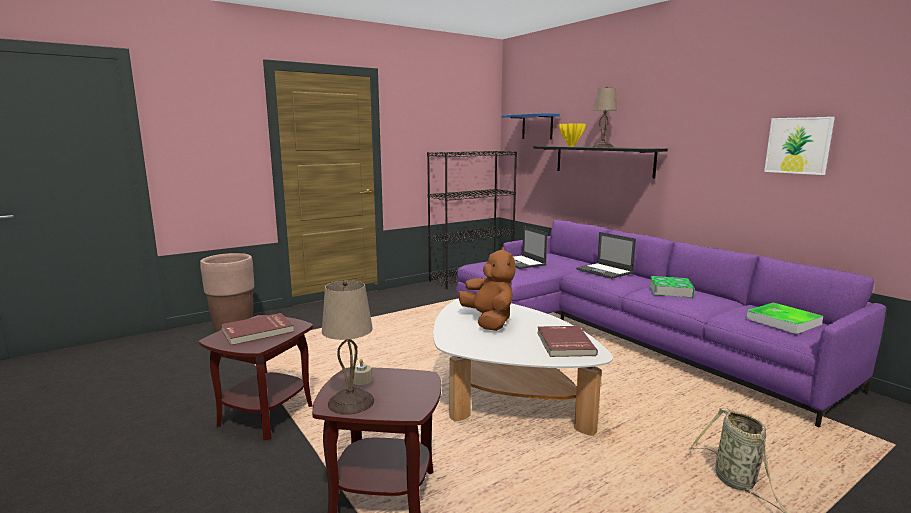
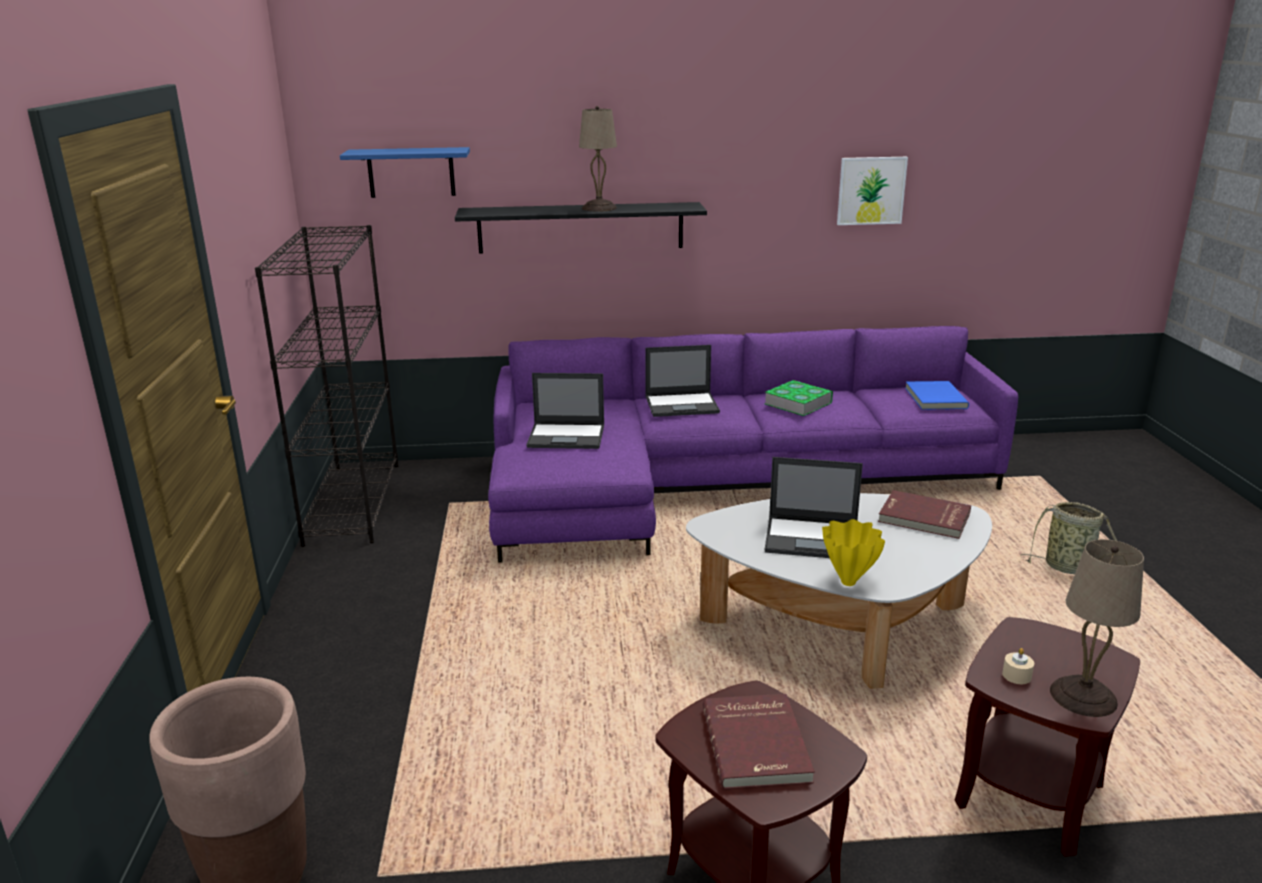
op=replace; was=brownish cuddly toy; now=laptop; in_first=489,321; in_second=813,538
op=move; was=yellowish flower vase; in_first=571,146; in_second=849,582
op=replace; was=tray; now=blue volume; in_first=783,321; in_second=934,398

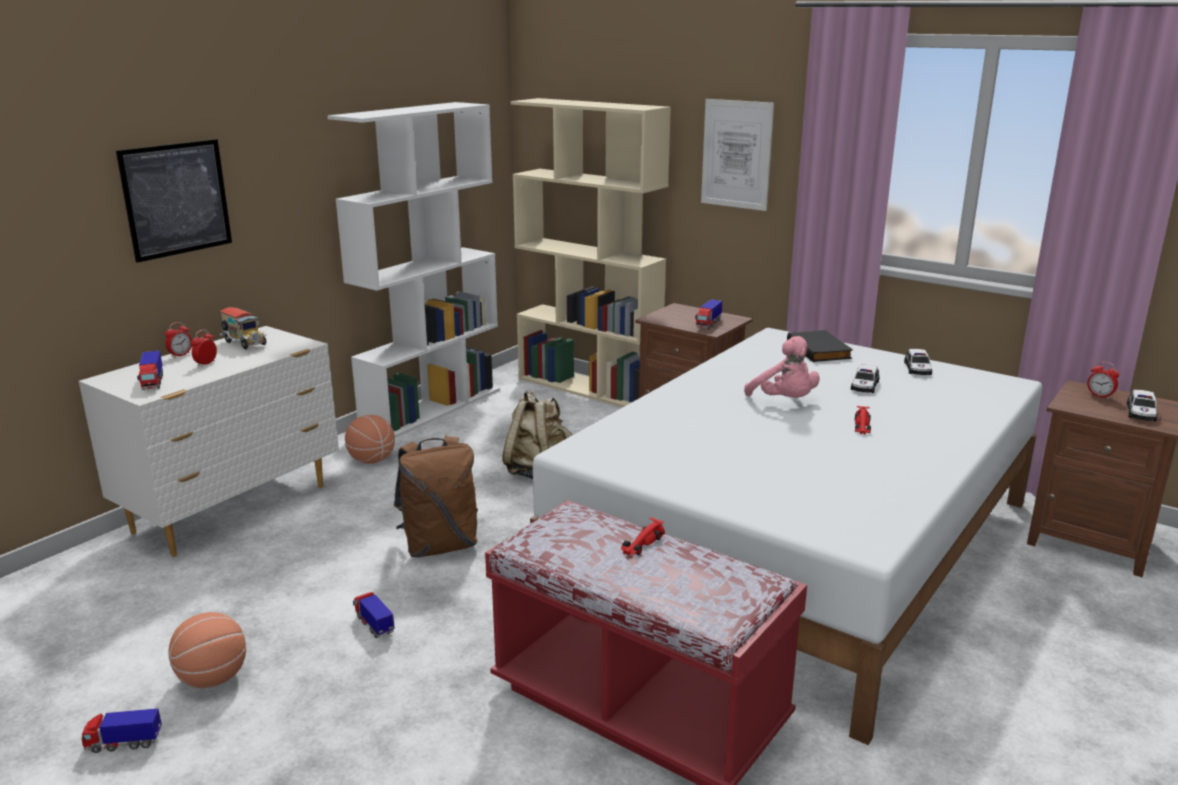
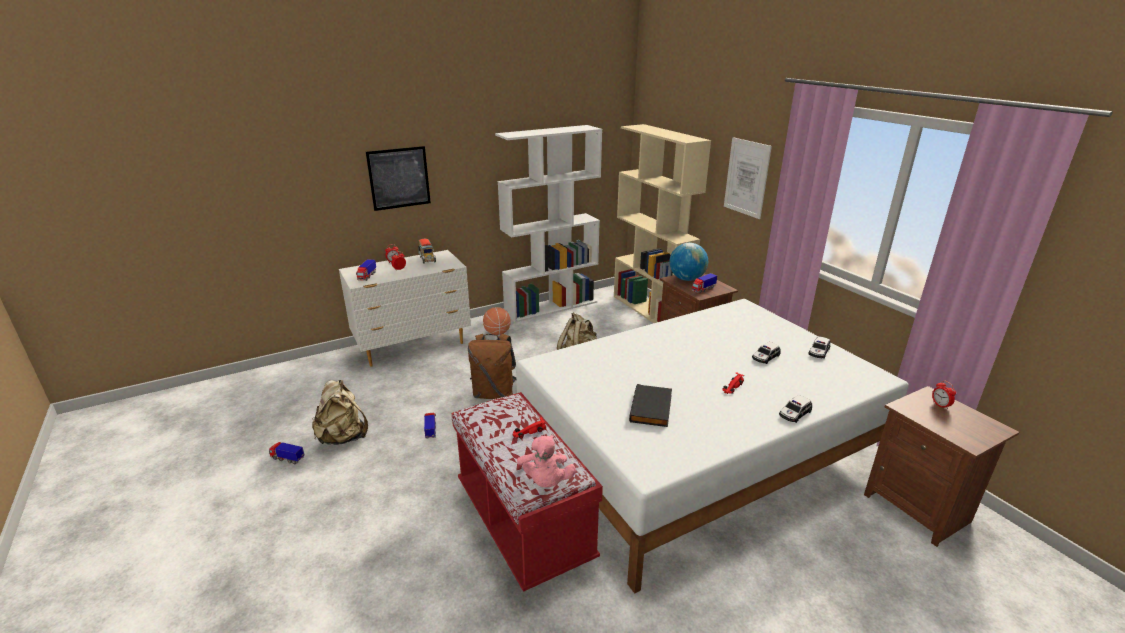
op=replace; was=basketball; now=beige-coloured backpack; in_first=213,678; in_second=343,437
op=move; was=pink-coloured cuddly toy; in_first=784,401; in_second=546,481
op=move; was=blackish volume; in_first=820,350; in_second=652,409
op=move; was=miniature car; in_first=1141,413; in_second=794,413
op=insert; now=globe; in_second=687,279

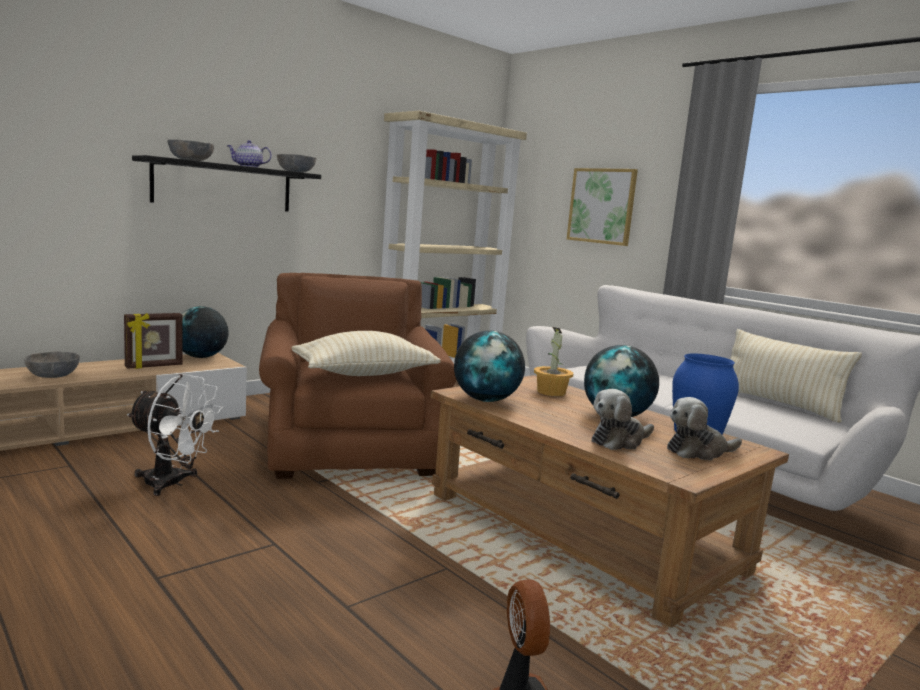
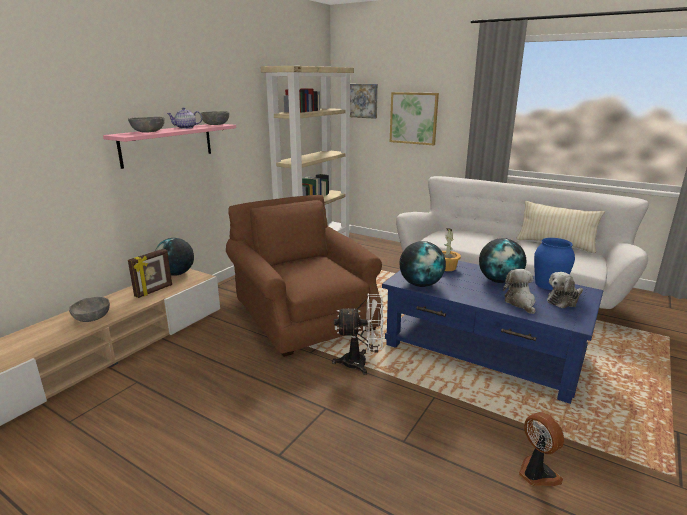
op=move; was=white fan; in_first=172,484; in_second=361,363
op=recolor; was=blackish shelf; now=pink-coloured shelf; in_first=223,186; in_second=167,144
op=delete; was=beige-coloured throw pillow; in_first=364,374
op=recolor; was=brownish low table; now=blue low table; in_first=581,532; in_second=483,350
op=rotate; was=cuddly toy; in_first=619,441; in_second=520,302; clockwise=135
op=insert; now=picture; in_second=363,100

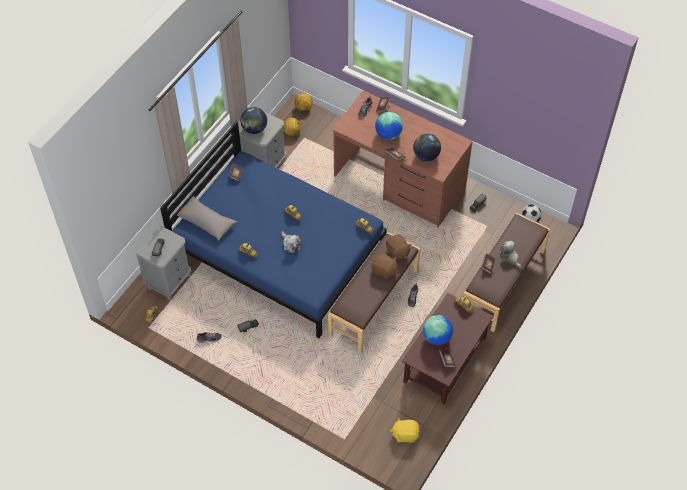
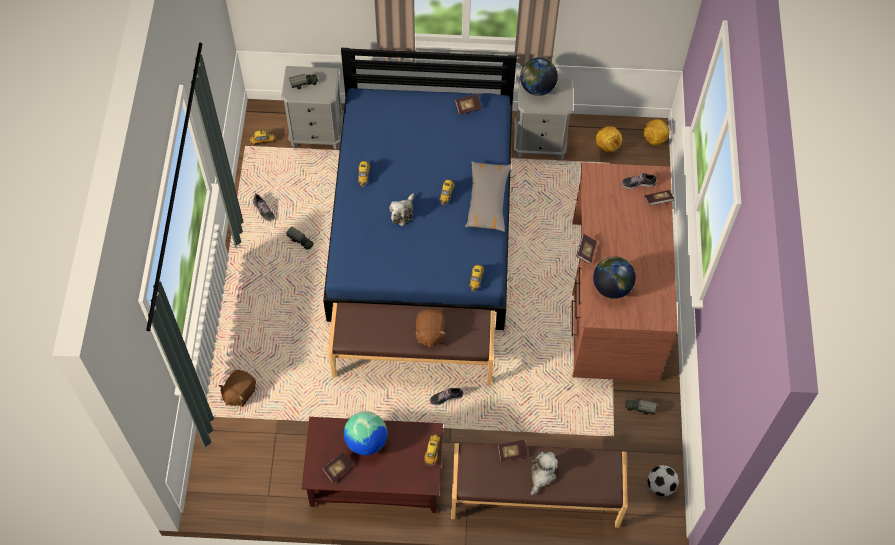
op=move; was=gray throw pillow; in_first=206,221; in_second=487,200
op=delete; was=globe; in_first=388,135
op=move; was=brownish cuddly toy; in_first=397,252; in_second=239,393
op=delete; was=yellowish cuddly toy; in_first=405,434

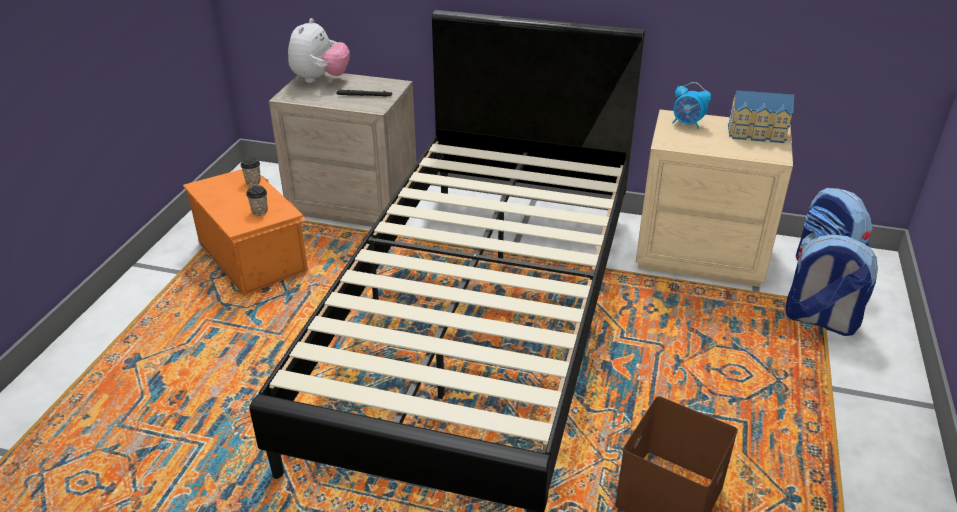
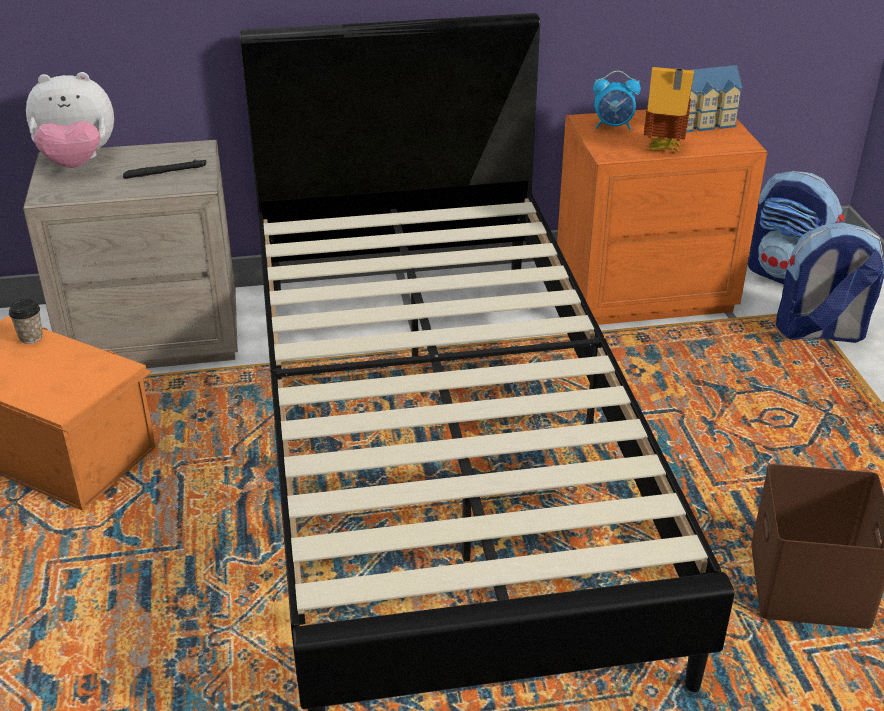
op=delete; was=drinking cup; in_first=259,211
op=rotate; was=cuddly toy; in_first=320,79; in_second=77,162; clockwise=90
op=recolor; was=beige-coloured bedside table; now=orange-coloured bedside table; in_first=700,254; in_second=643,290
op=insert; now=miniature house; in_second=664,149

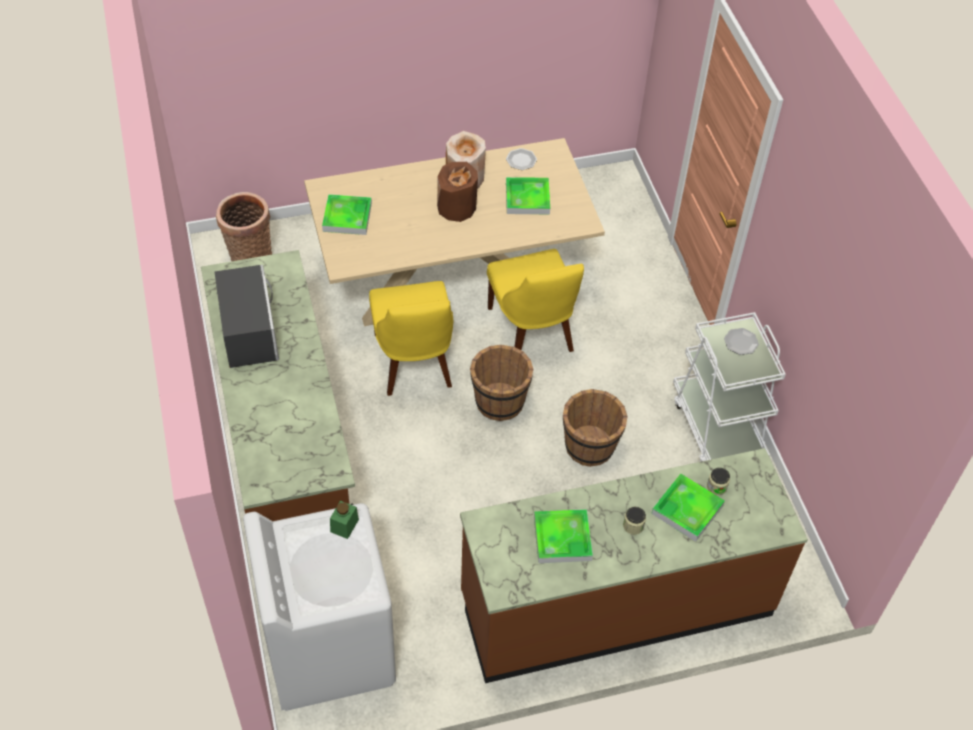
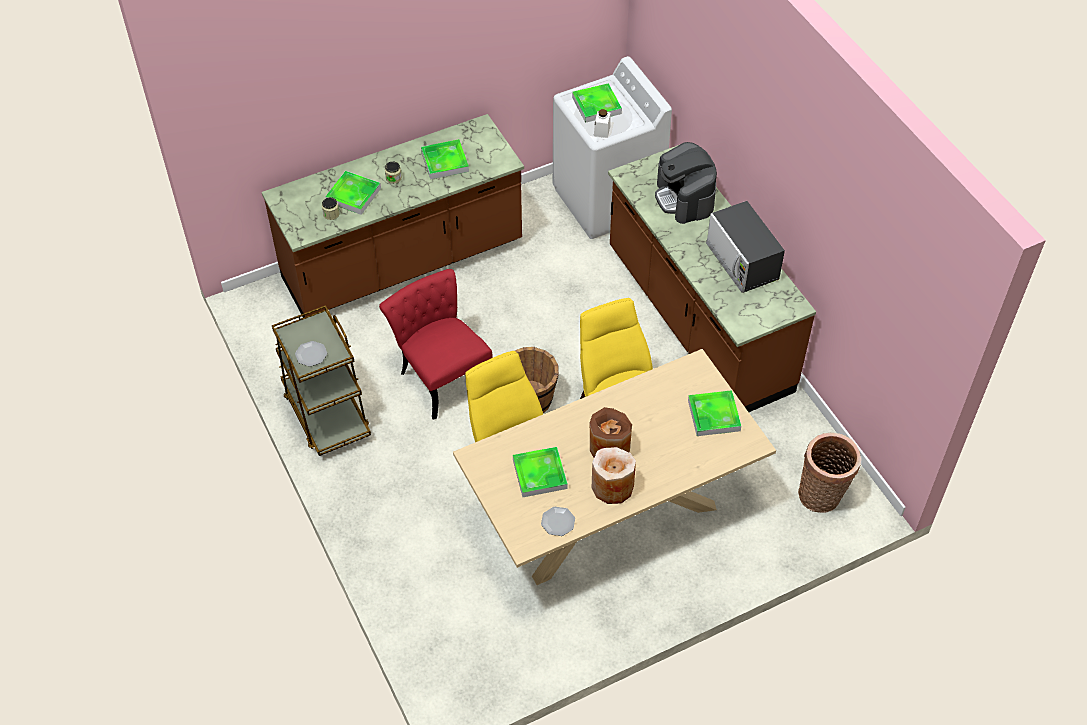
op=recolor; was=greenish preserve jar; now=white preserve jar; in_first=344,525; in_second=602,130
op=replace; was=brownish water bucket; now=red upright chair; in_first=590,447; in_second=441,375
op=recolor; was=white wheeled cart; now=brownish wheeled cart; in_first=717,427; in_second=326,414
op=insert; now=tray; in_second=596,105
op=insert; now=coffee machine; in_second=685,198

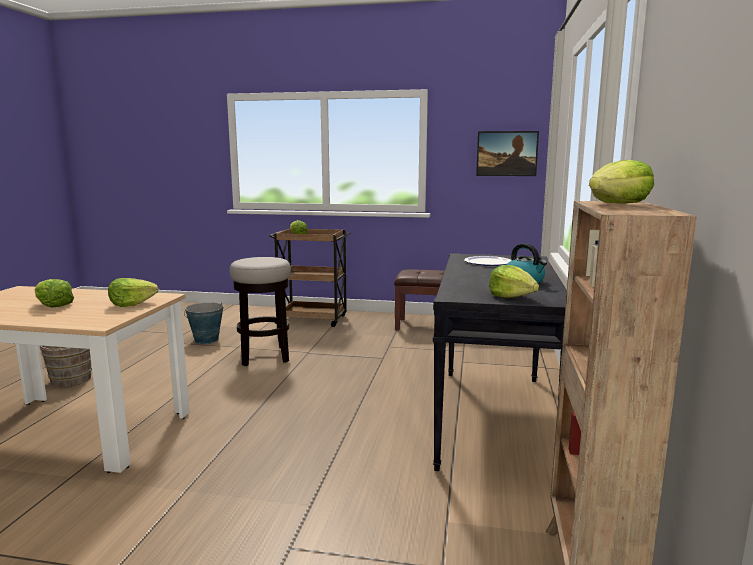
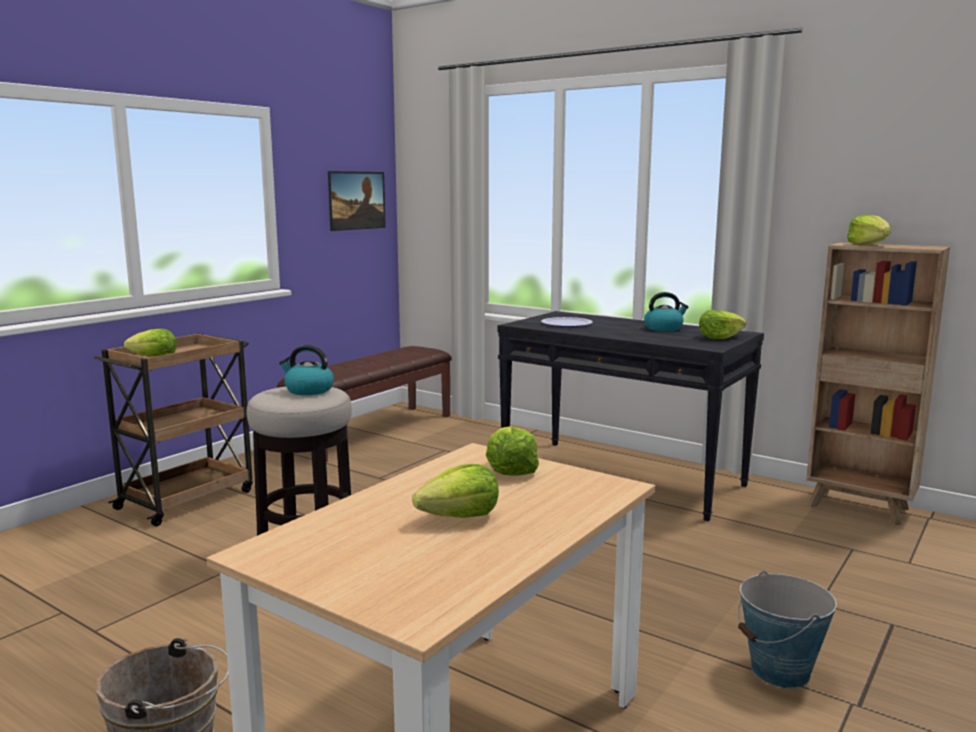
op=move; was=water bucket; in_first=206,340; in_second=780,671
op=insert; now=tea kettle; in_second=308,390

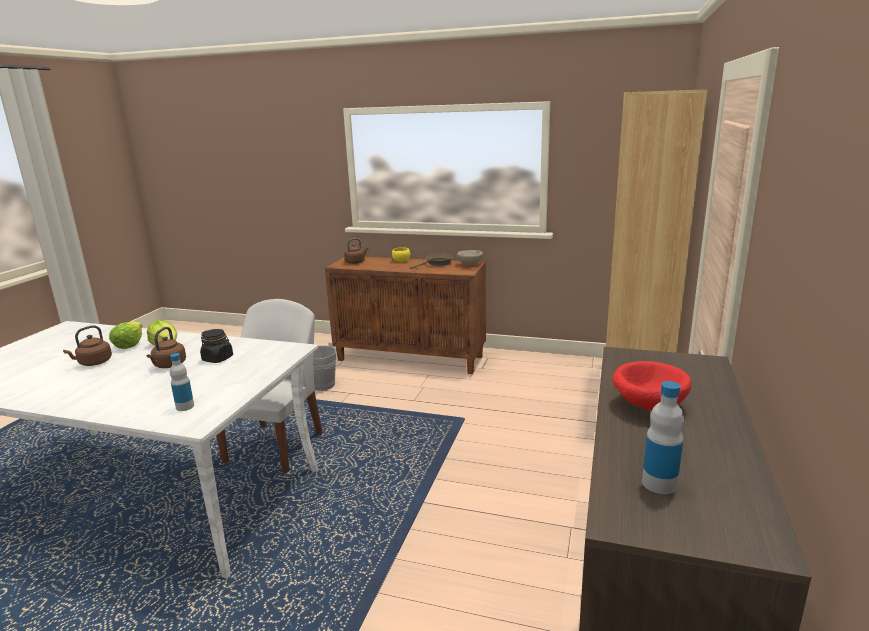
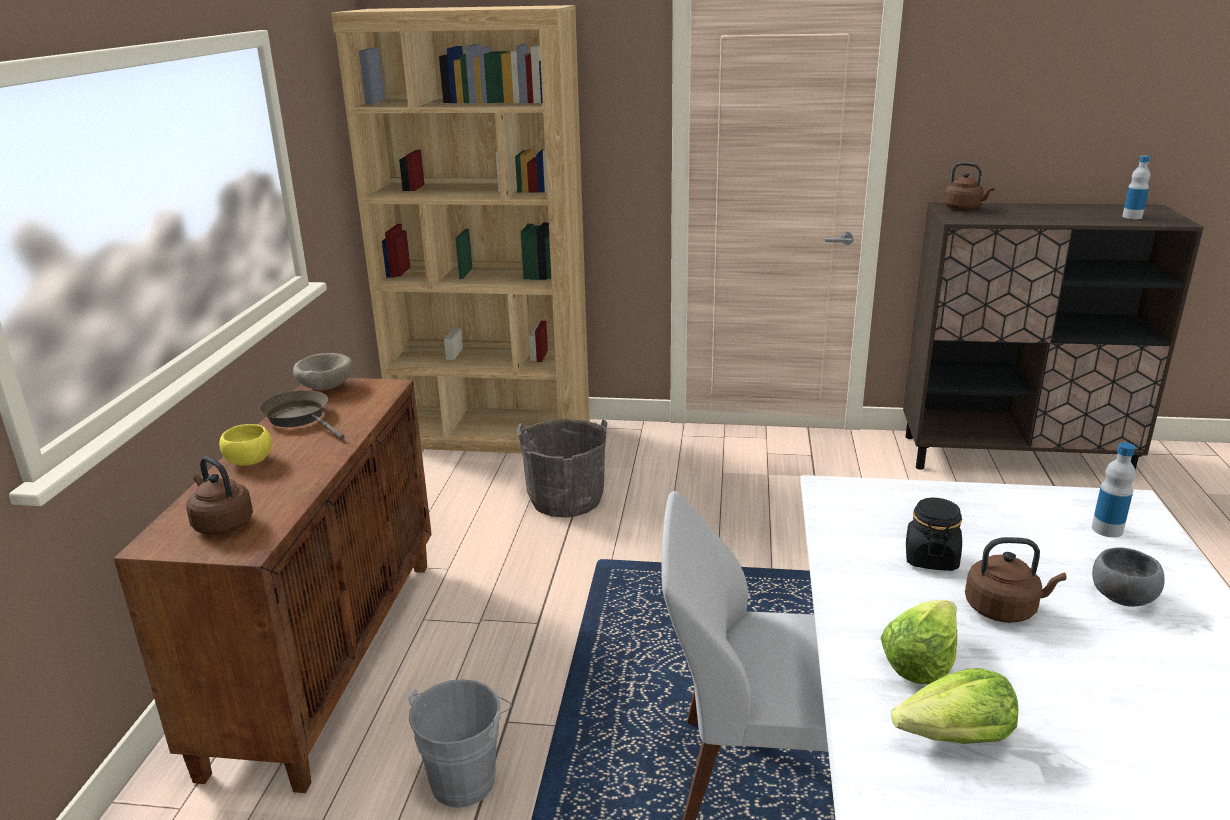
op=move; was=brownish tea kettle; in_first=93,363; in_second=964,208
op=delete; was=red serving bowl; in_first=647,405
op=insert; now=gray water bucket; in_second=566,499
op=insert; now=gray serving bowl; in_second=1120,596

